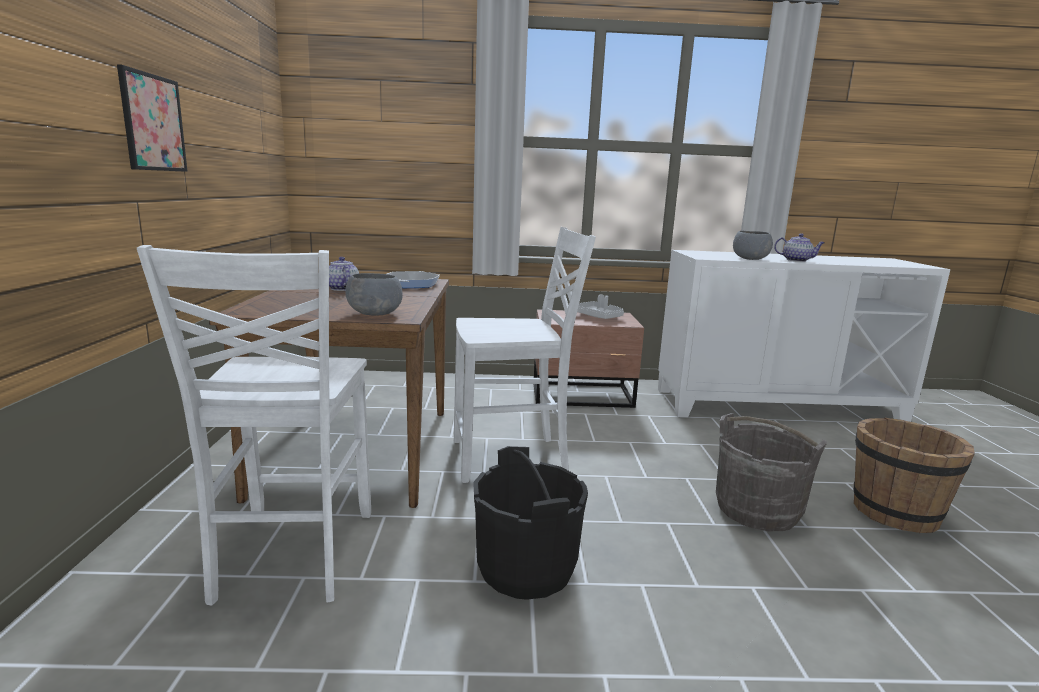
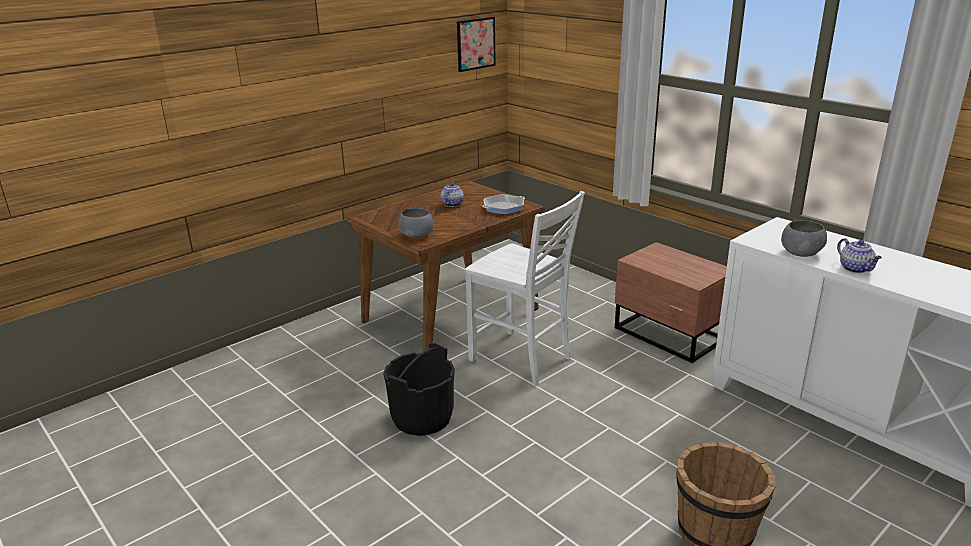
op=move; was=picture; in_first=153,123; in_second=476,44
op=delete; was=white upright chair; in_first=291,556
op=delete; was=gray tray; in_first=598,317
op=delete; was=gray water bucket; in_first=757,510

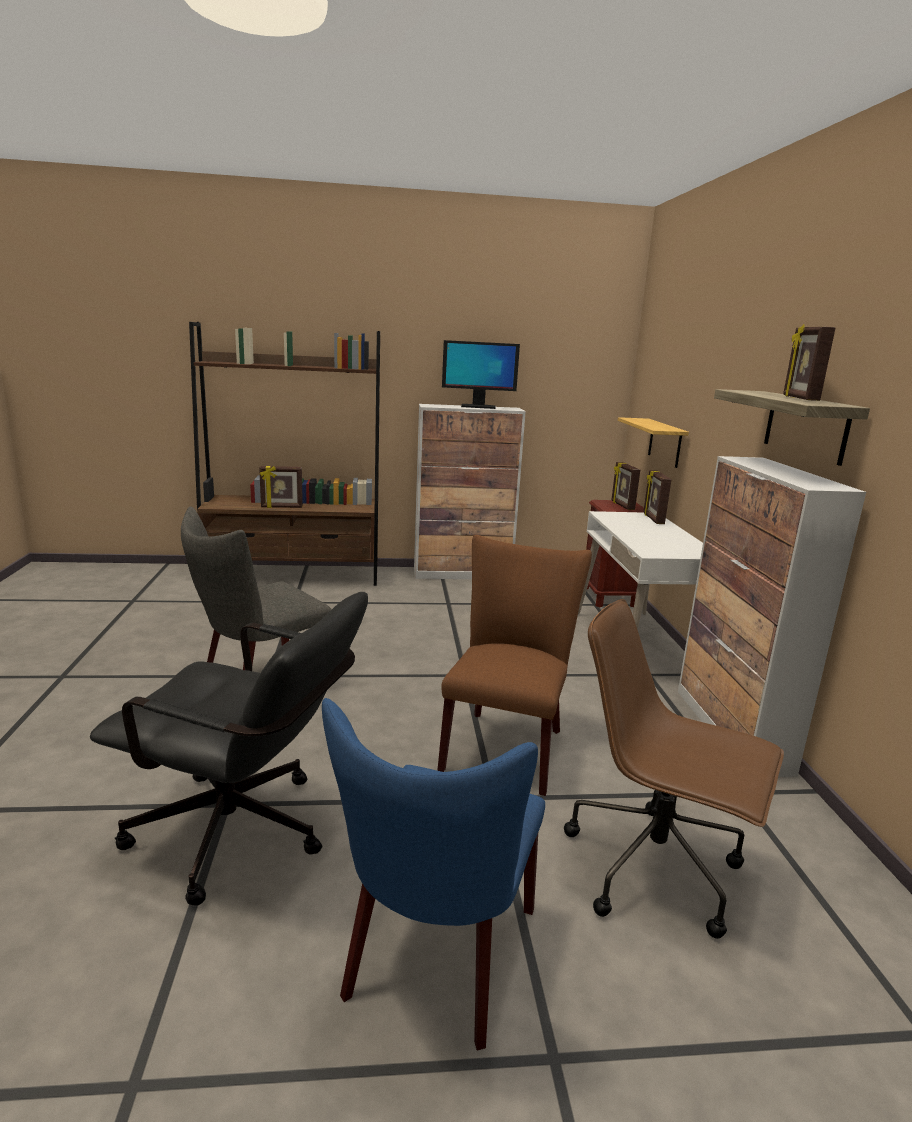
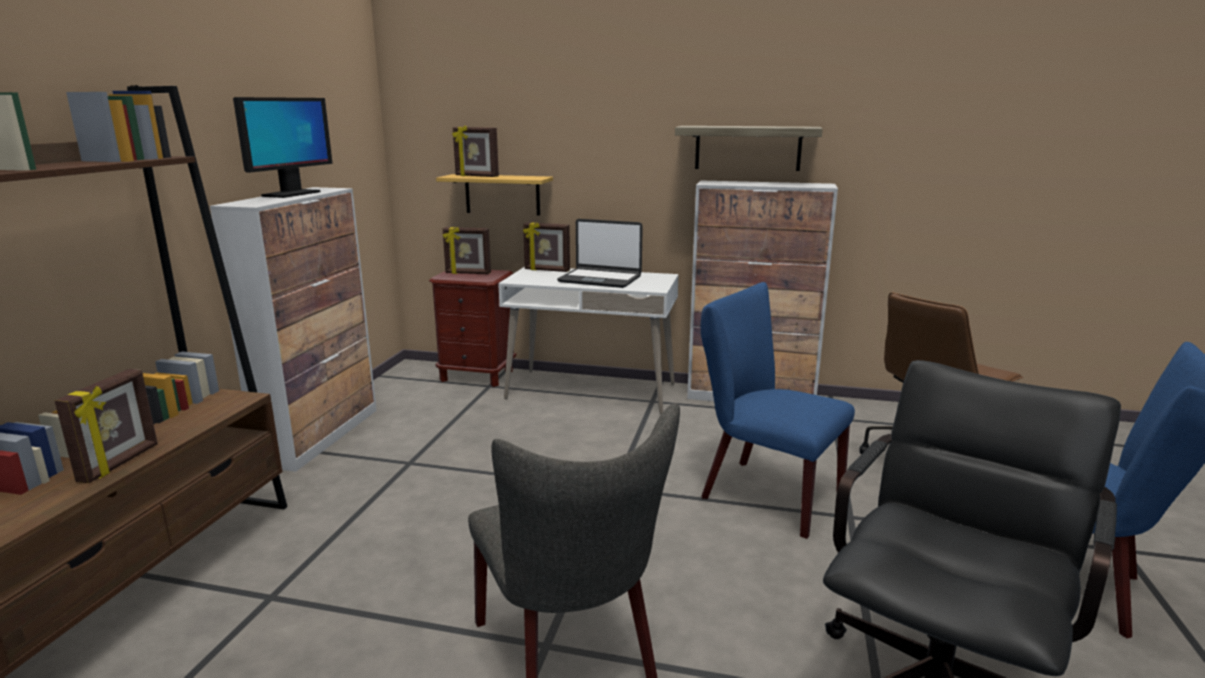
op=recolor; was=brownish upright chair; now=blue upright chair; in_first=506,745; in_second=763,493
op=move; was=standing frame; in_first=799,398; in_second=476,176
op=insert; now=laptop; in_second=600,279

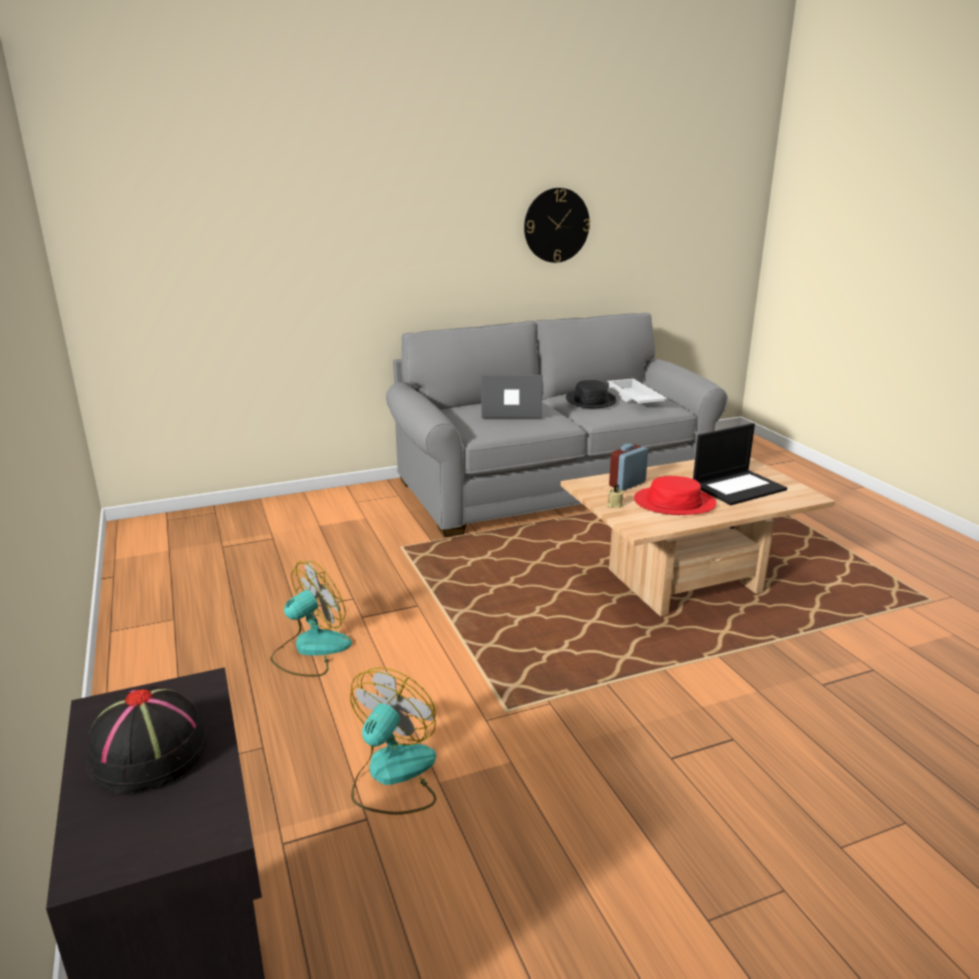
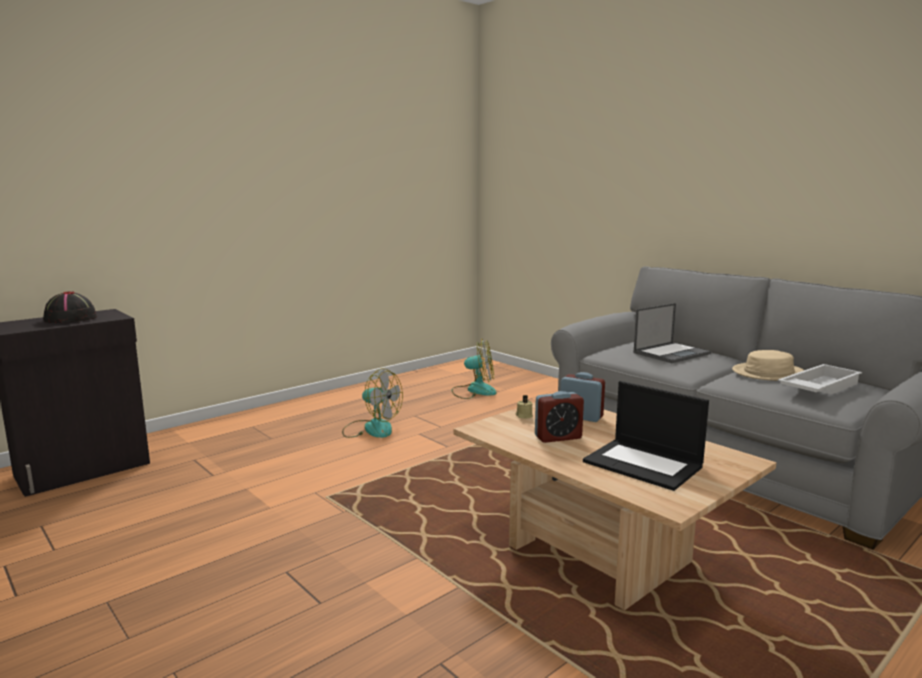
op=move; was=fan; in_first=393,775; in_second=474,390
op=rotate; was=laptop; in_first=509,411; in_second=672,353; clockwise=75
op=delete; was=wall clock; in_first=556,225
op=recolor; was=blackish clothing hat; now=beige-coloured clothing hat; in_first=591,400; in_second=769,373
op=replace; was=red clothing hat; now=bedside clock; in_first=674,502; in_second=558,437

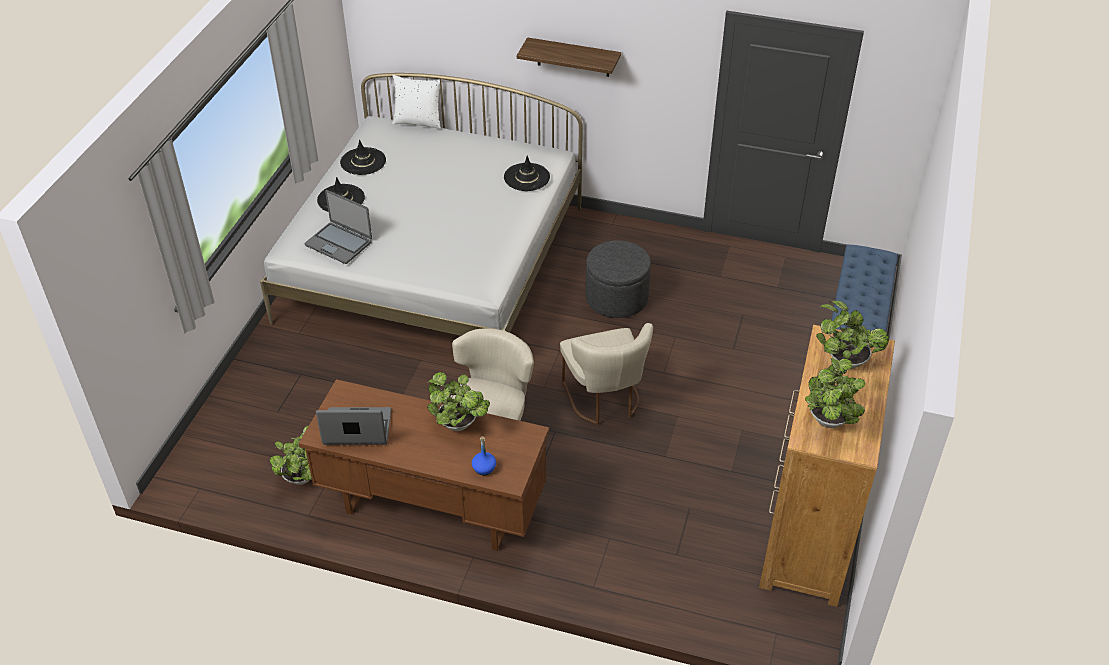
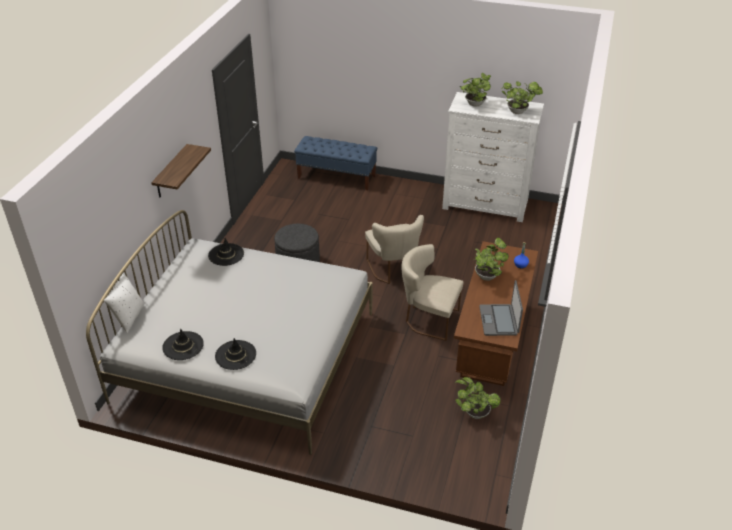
op=delete; was=laptop; in_first=339,243
op=rotate; was=beige-coloured upright chair; in_first=605,400; in_second=393,270; clockwise=90
op=recolor; was=brownish chest of drawers; now=white chest of drawers; in_first=808,534; in_second=485,205

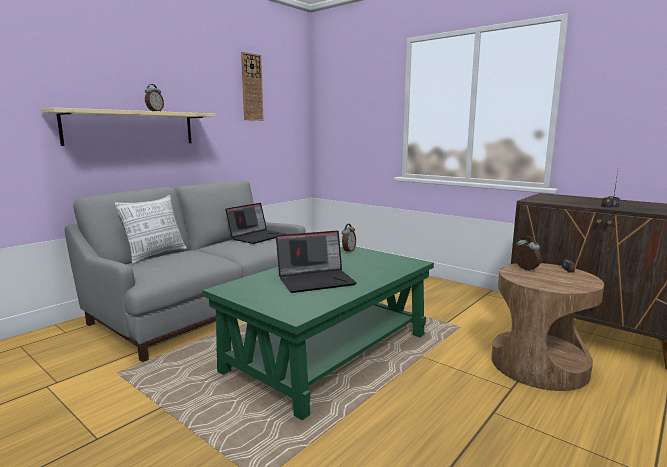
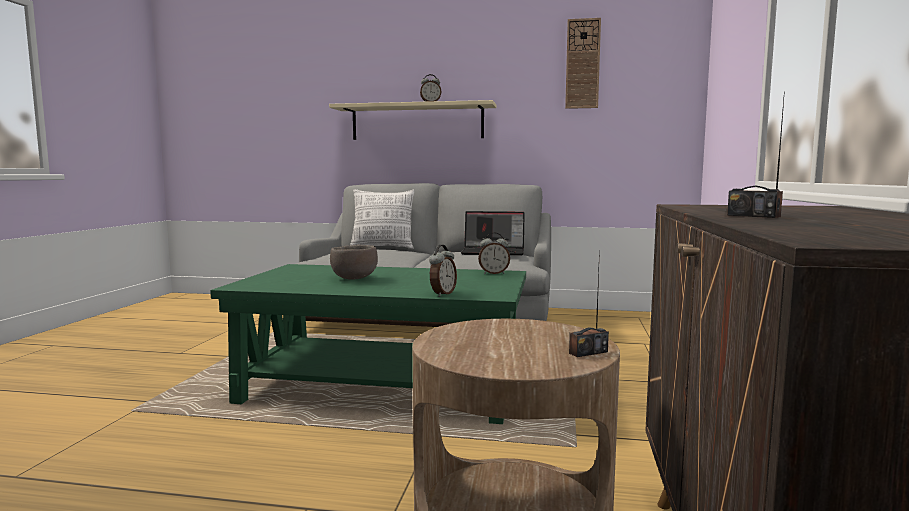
op=replace; was=laptop; now=brownish serving bowl; in_first=316,280; in_second=354,279
op=move; was=bedside clock; in_first=525,269; in_second=442,294

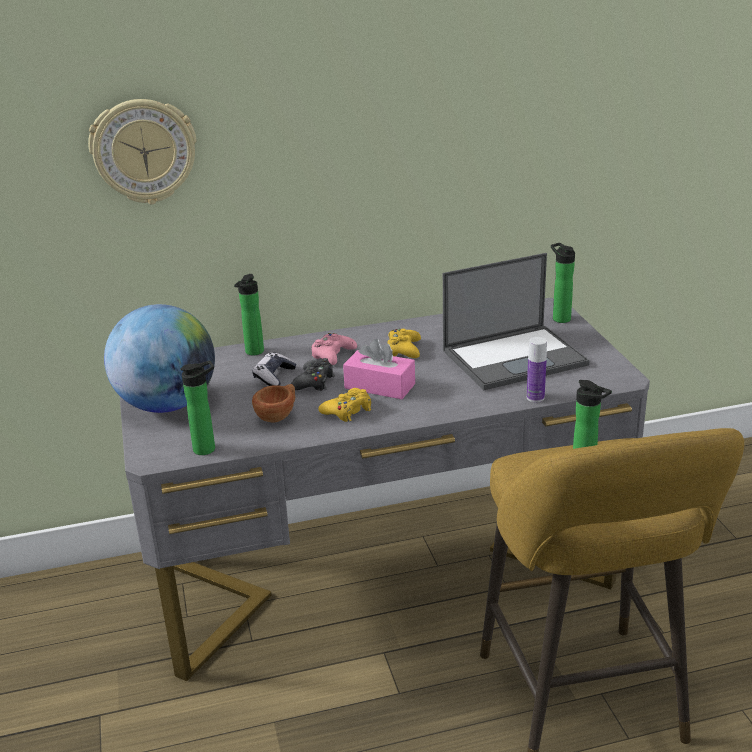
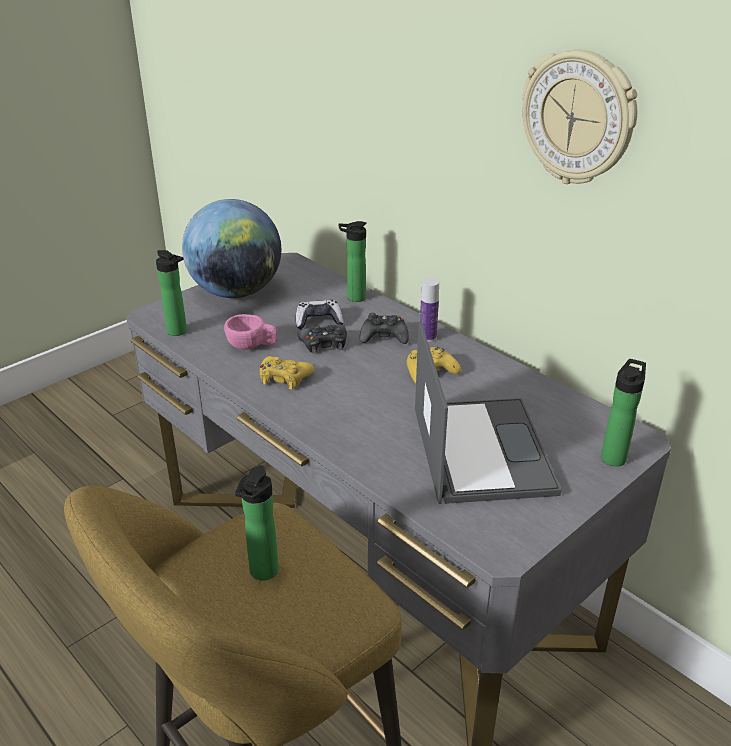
op=move; was=wall clock; in_first=144,151; in_second=578,118
op=recolor; was=brownish drinking cup; now=pink-coloured drinking cup; in_first=278,415; in_second=252,346
op=recolor; was=pink-coloured game controller; now=blackish game controller; in_first=332,355; in_second=384,336
op=delete; was=pink-coloured tissue box; in_first=379,386
op=rotate; was=laptop; in_first=515,357; in_second=480,448; clockwise=-135
op=move; was=beverage bottle; in_first=535,397; in_second=428,337

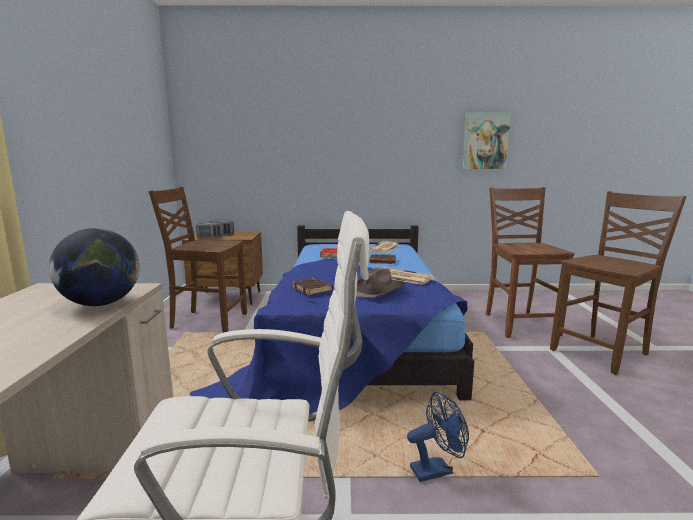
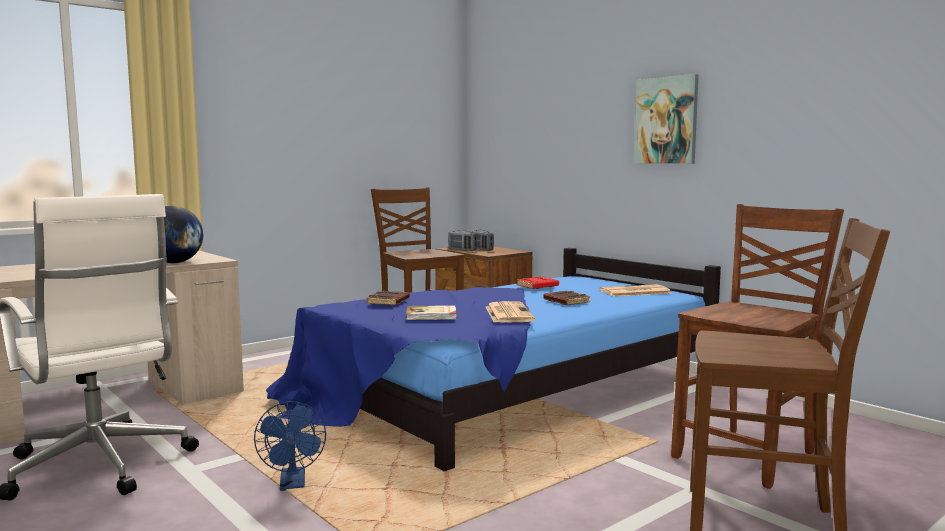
op=replace; was=brownish clothing hat; now=volume; in_first=377,290; in_second=431,315
op=rotate; was=blue fan; in_first=437,469; in_second=293,485; clockwise=45
op=move; was=picture; in_first=485,141; in_second=666,120

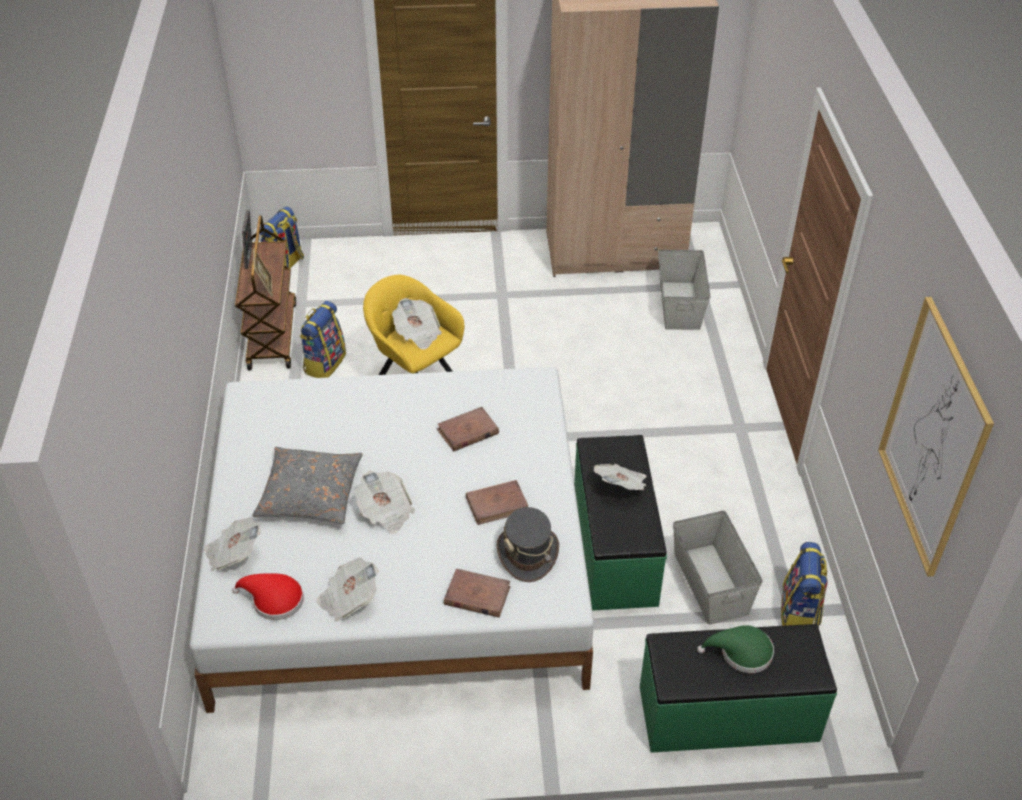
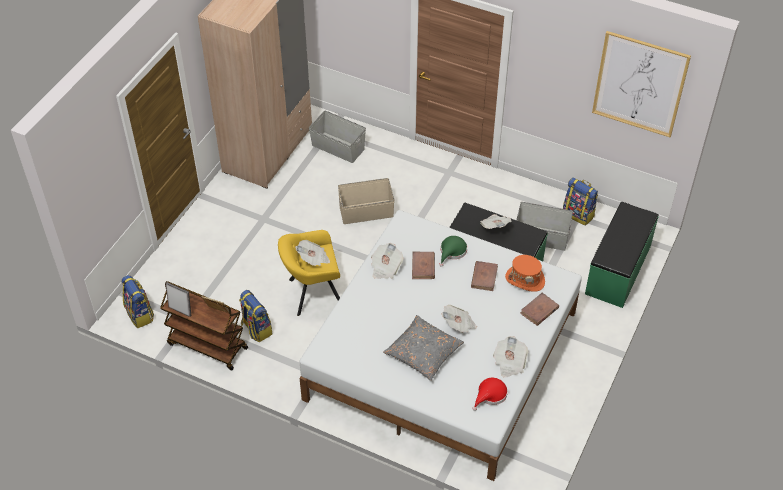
op=move; was=printed paper; in_first=233,553; in_second=385,268
op=recolor; was=gray clothing hat; now=orange-coloured clothing hat; in_first=528,553; in_second=525,279
op=move; was=greenish clothing hat; in_first=741,653; in_second=452,251
op=insert; now=beige-coloured storage box; in_second=366,212

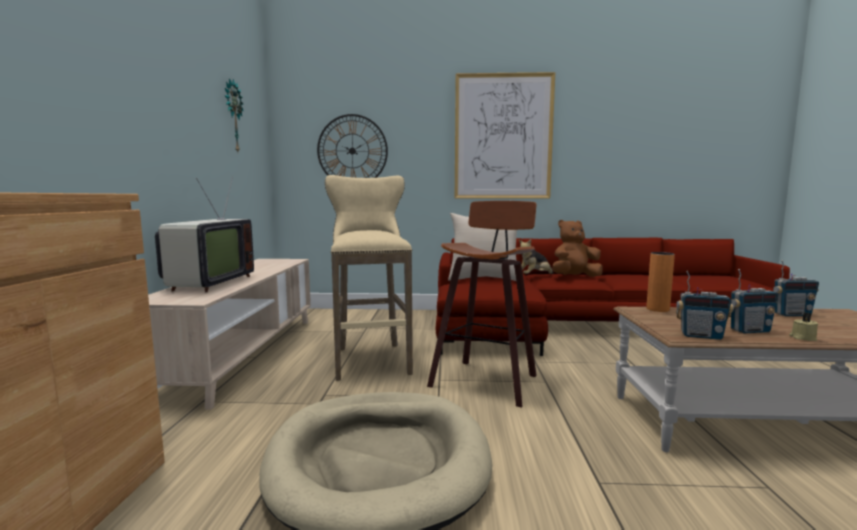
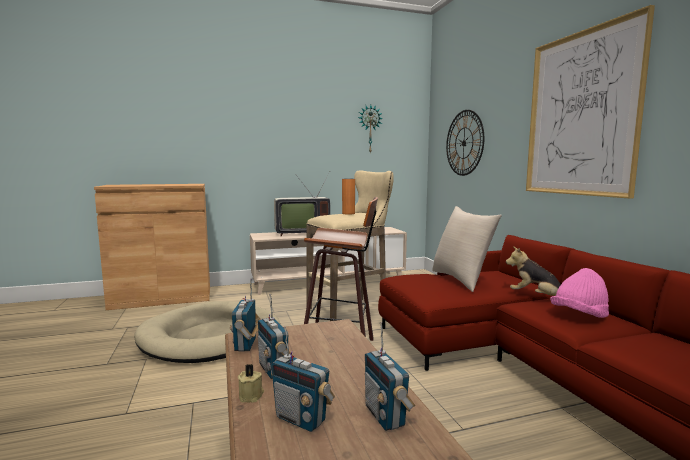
op=replace; was=brownish cuddly toy; now=pink-coloured clothing hat; in_first=574,277; in_second=579,316
op=move; was=orange-coloured flower vase; in_first=657,309; in_second=348,213
op=insert; now=radio; in_second=301,419

